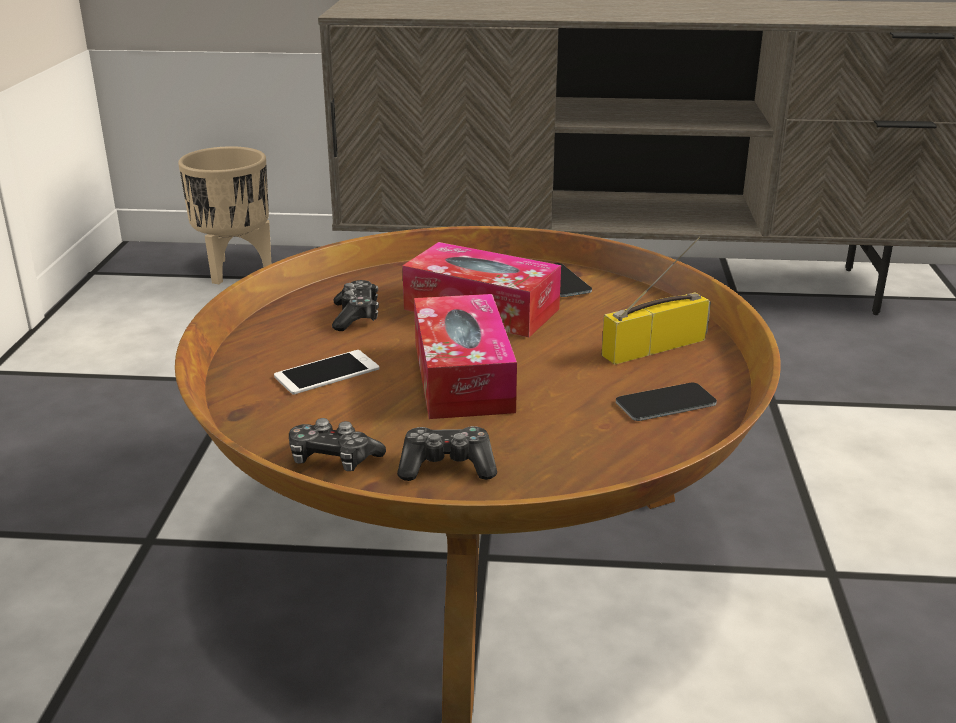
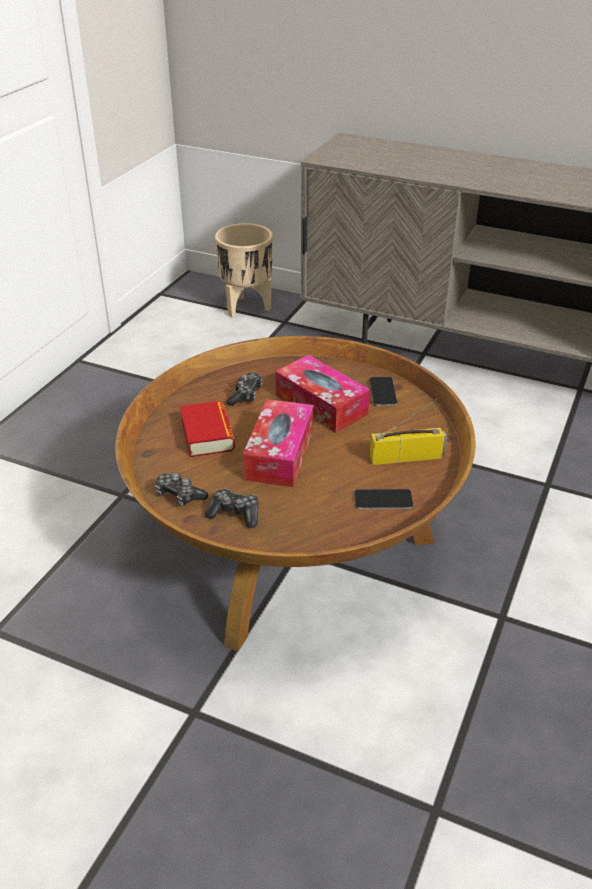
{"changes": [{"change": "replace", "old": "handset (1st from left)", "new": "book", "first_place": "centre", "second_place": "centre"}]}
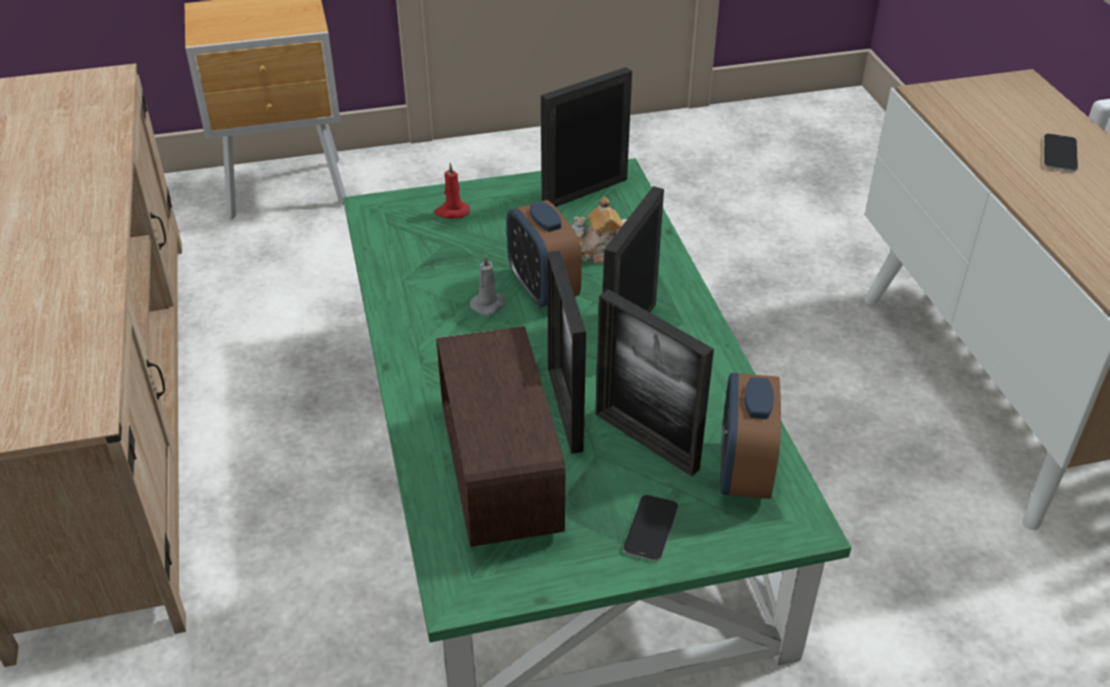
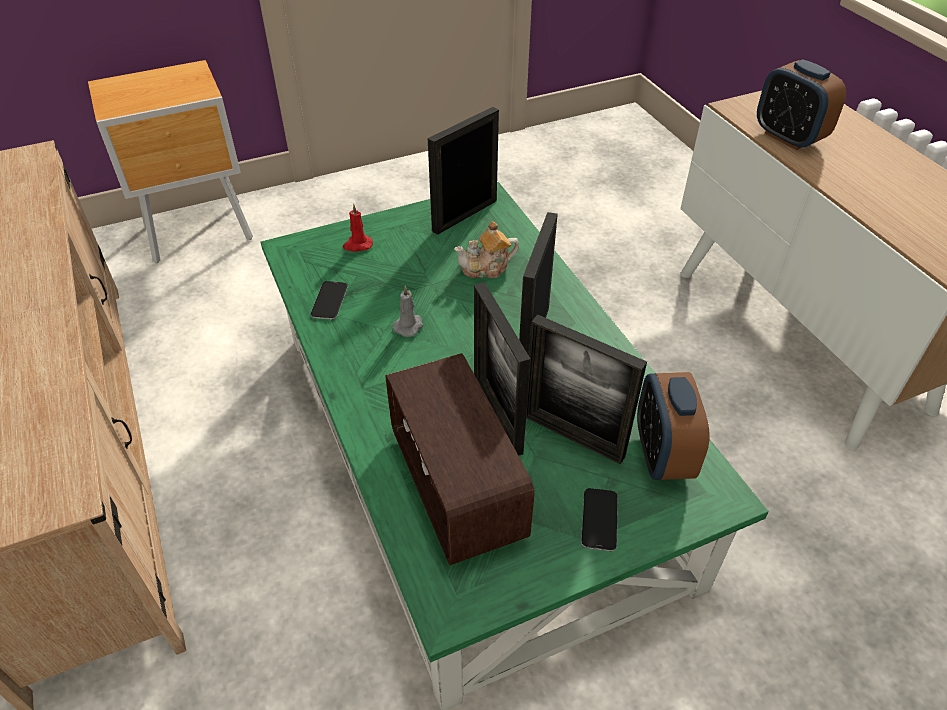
{"changes": [{"change": "move", "old": "alarm_clock (1st from left in the first image)", "new": "alarm_clock (2nd from left)", "first_place": "centre", "second_place": "top right"}, {"change": "move", "old": "handset (2nd from left in the first image)", "new": "handset (1st from left)", "first_place": "top right", "second_place": "centre"}]}
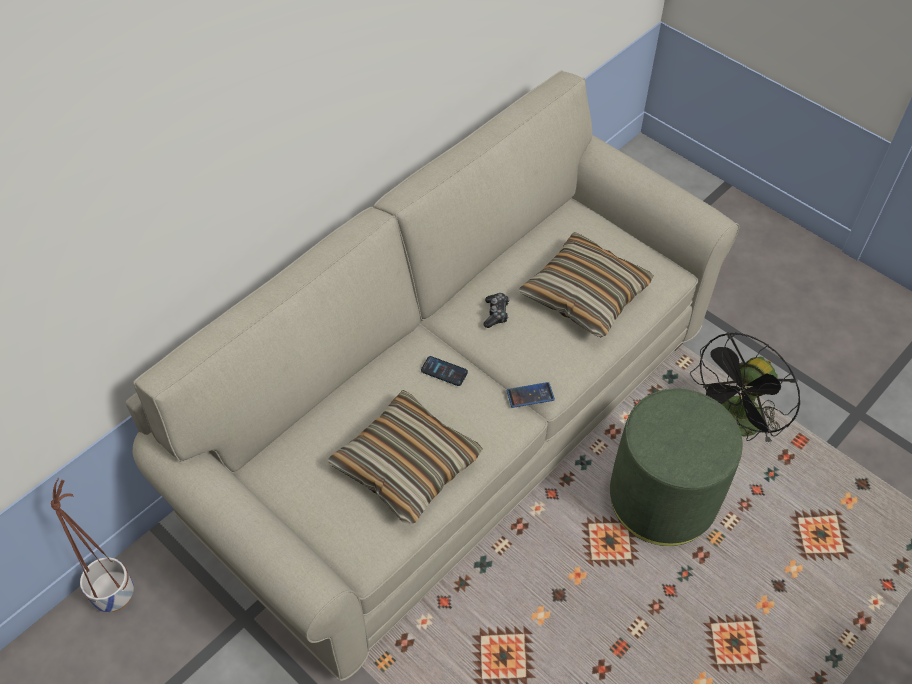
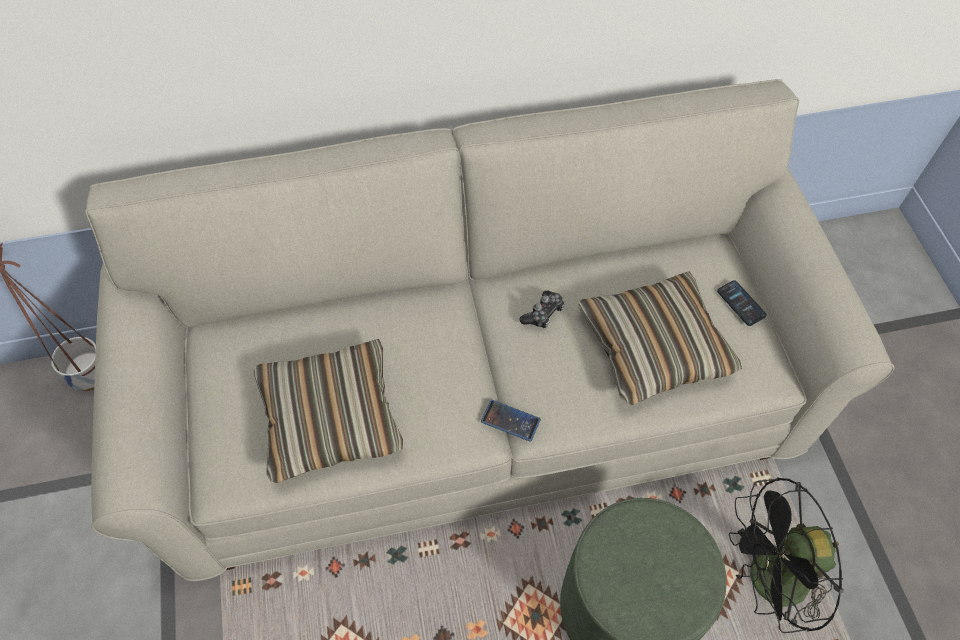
{"changes": [{"change": "move", "old": "handset (1st from left in the first image)", "new": "handset (2nd from left)", "first_place": "centre", "second_place": "middle right"}]}
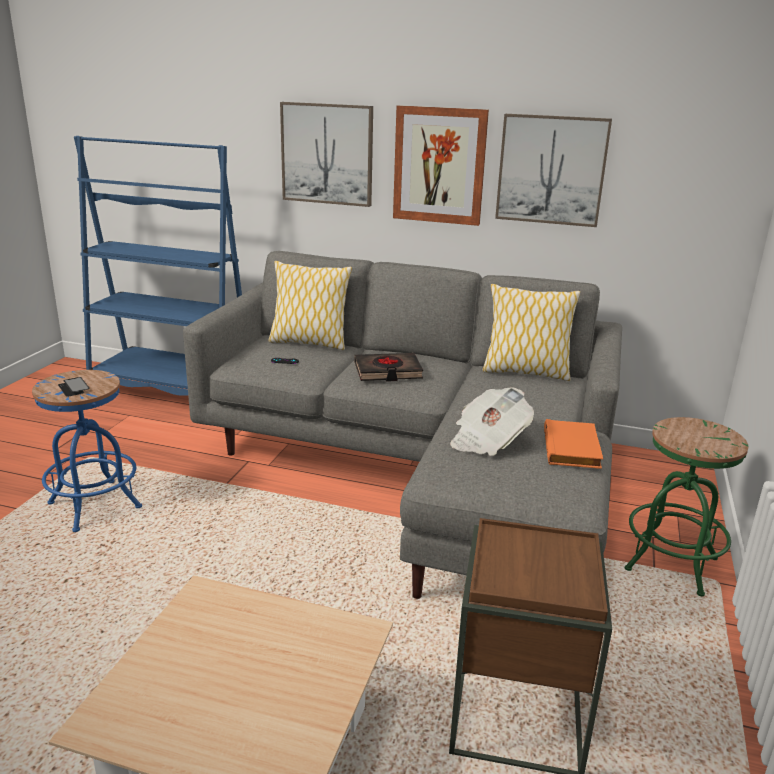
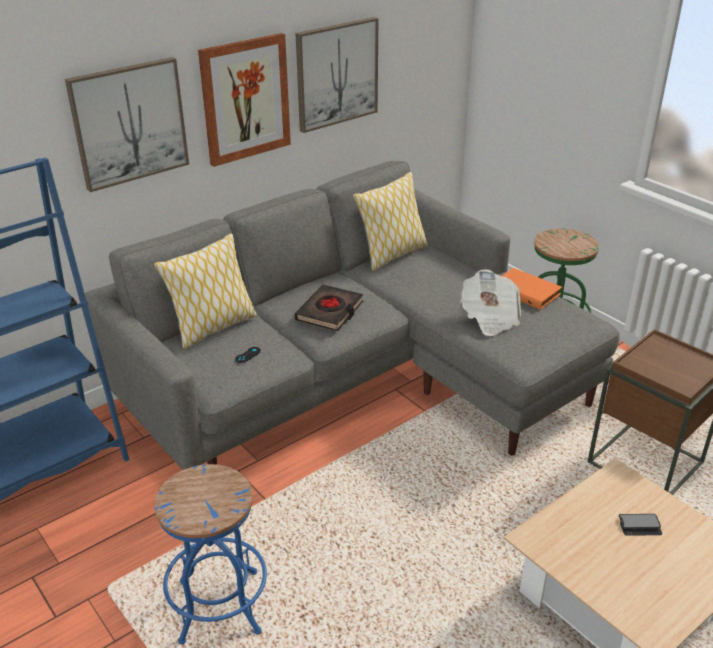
{"changes": [{"change": "move", "old": "handset", "first_place": "middle left", "second_place": "bottom right"}]}
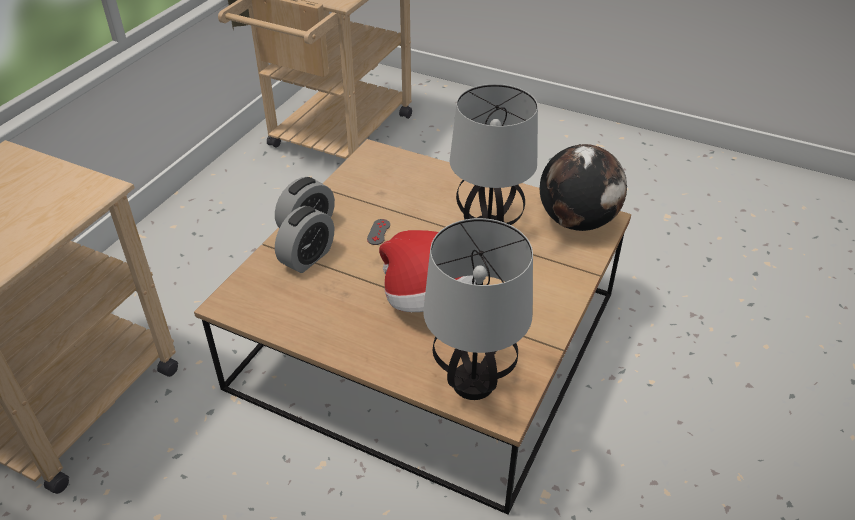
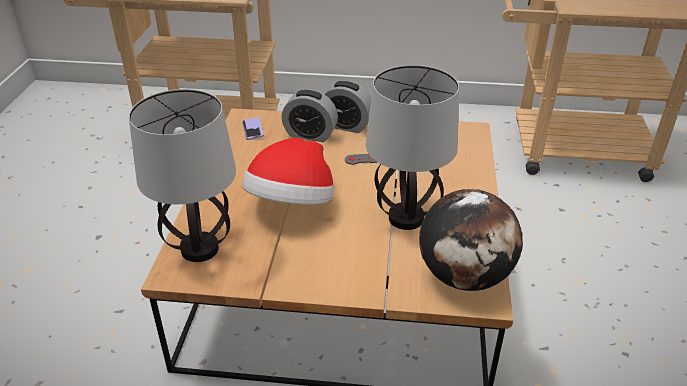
{"changes": [{"change": "insert", "new": "handset", "second_place": "top centre"}]}
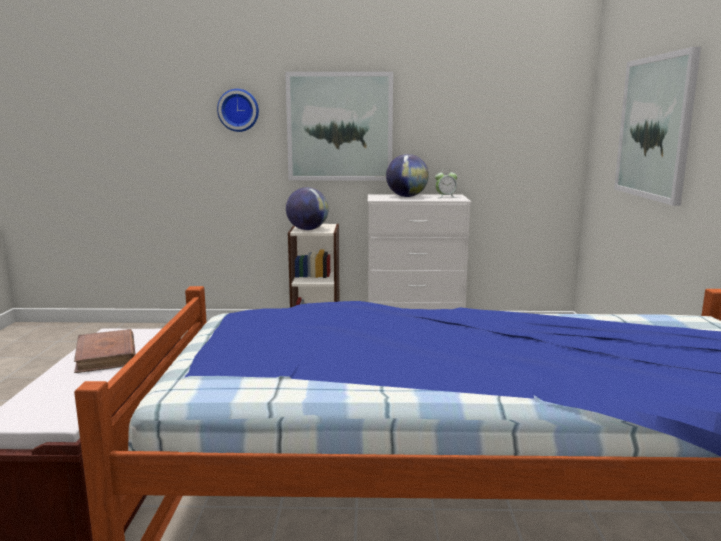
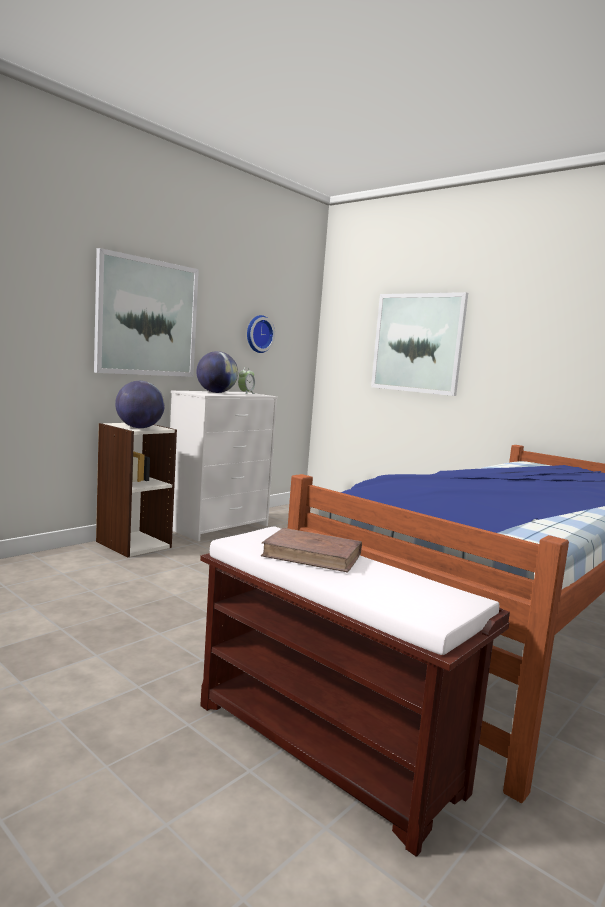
{"changes": [{"change": "move", "old": "hanging_clock", "first_place": "top left", "second_place": "centre"}]}
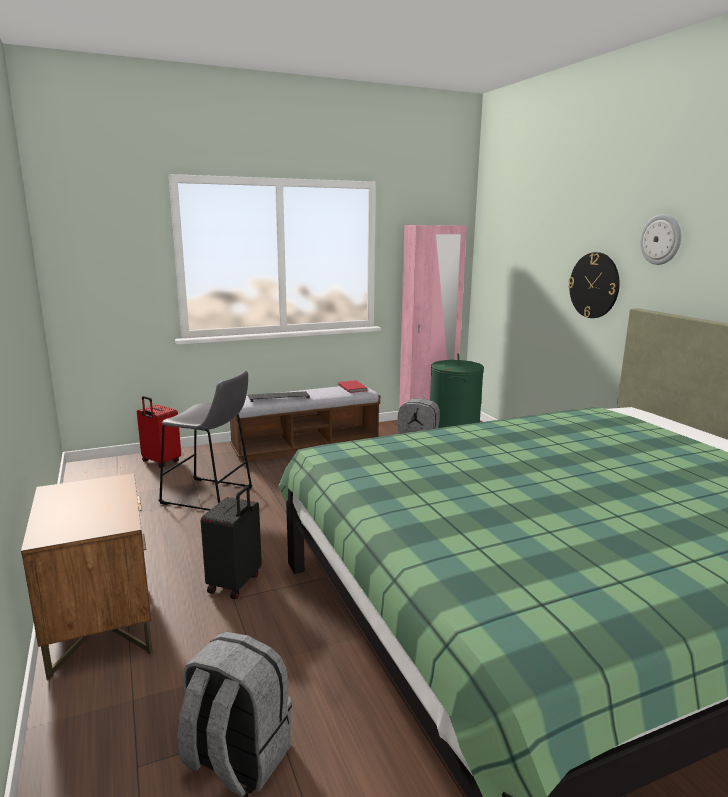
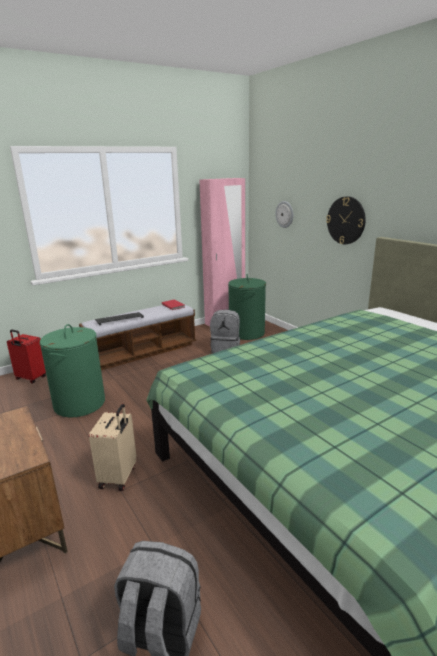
{"changes": [{"change": "replace", "old": "gray_stool_seat", "new": "green_hamper (1st from left)", "first_place": "middle left", "second_place": "middle left"}, {"change": "recolor", "old": "blackish_piece_of_luggage", "new": "sand-coloured_piece_of_luggage", "first_place": "bottom left", "second_place": "bottom left"}, {"change": "move", "old": "hanging_clock (2nd from left in the first image)", "new": "hanging_clock (1st from left)", "first_place": "top right", "second_place": "top centre"}]}
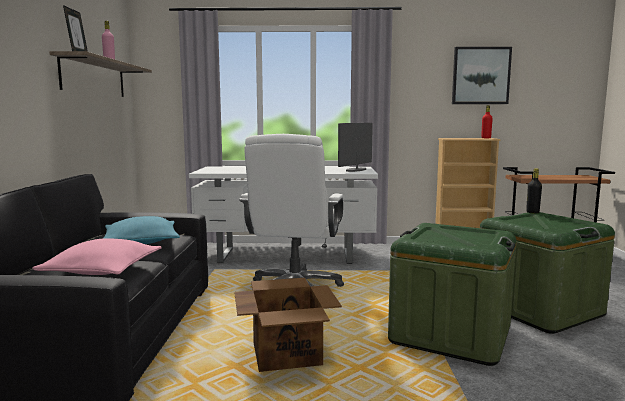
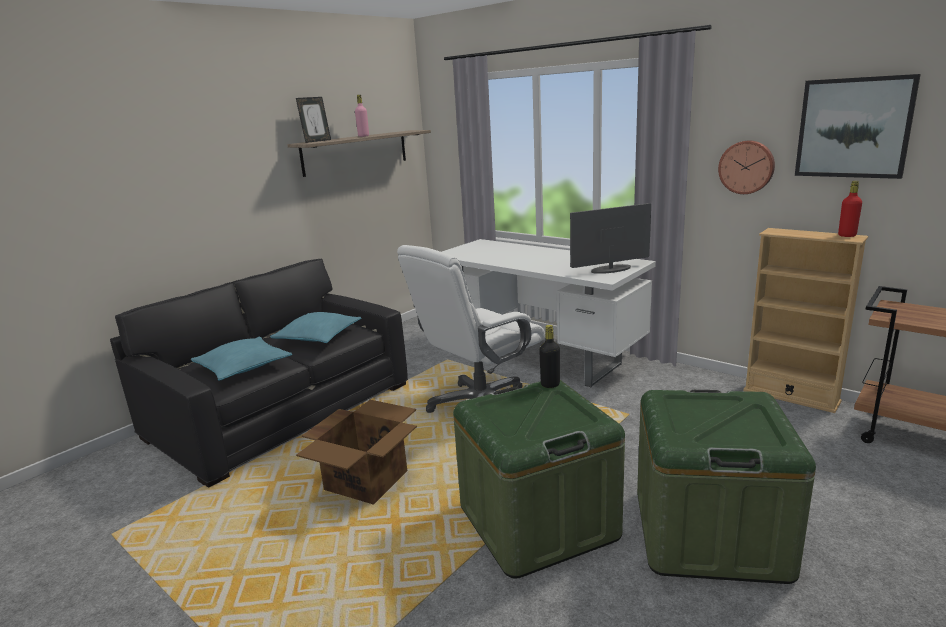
{"changes": [{"change": "recolor", "old": "pink_cushion", "new": "blue-green_cushion (1st from left)", "first_place": "middle left", "second_place": "middle left"}, {"change": "move", "old": "blackish_beverage_bottle", "first_place": "middle right", "second_place": "centre"}, {"change": "insert", "new": "hanging_clock", "second_place": "top right"}]}
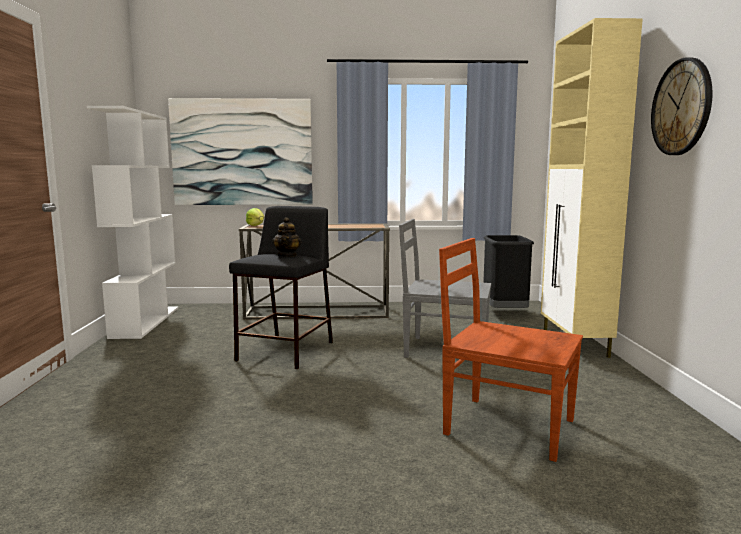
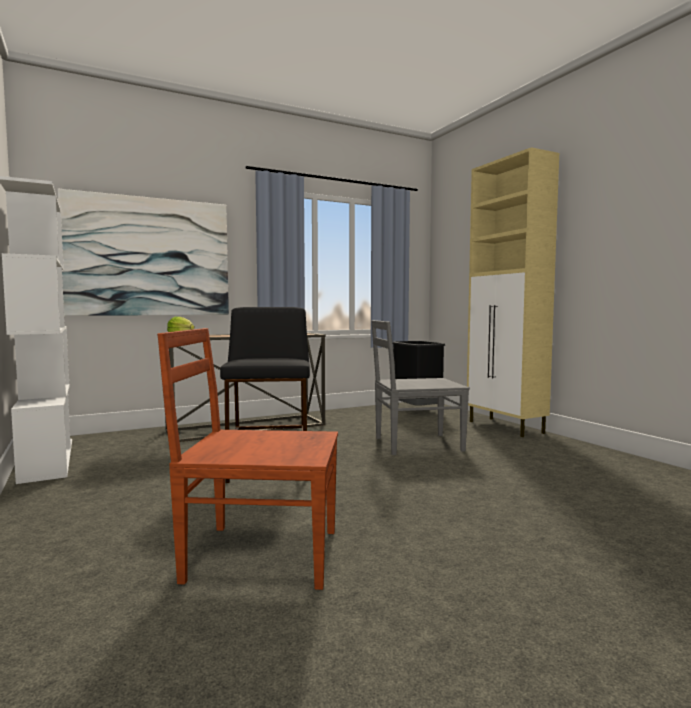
{"changes": [{"change": "delete", "old": "teapot", "first_place": "centre"}, {"change": "move", "old": "brown-coloured_upright_chair", "first_place": "middle right", "second_place": "centre"}, {"change": "delete", "old": "hanging_clock", "first_place": "top right"}]}
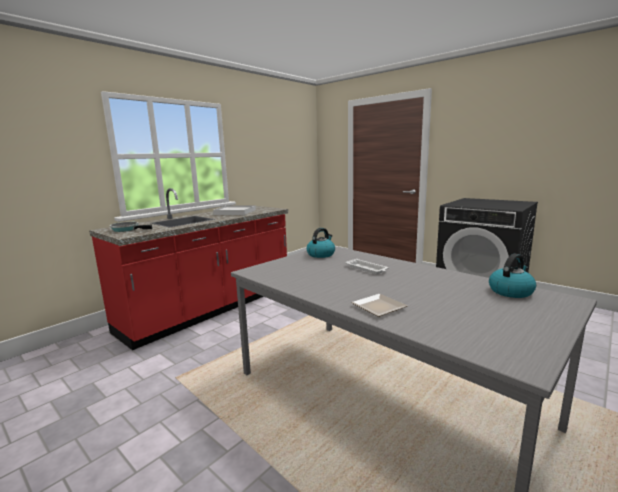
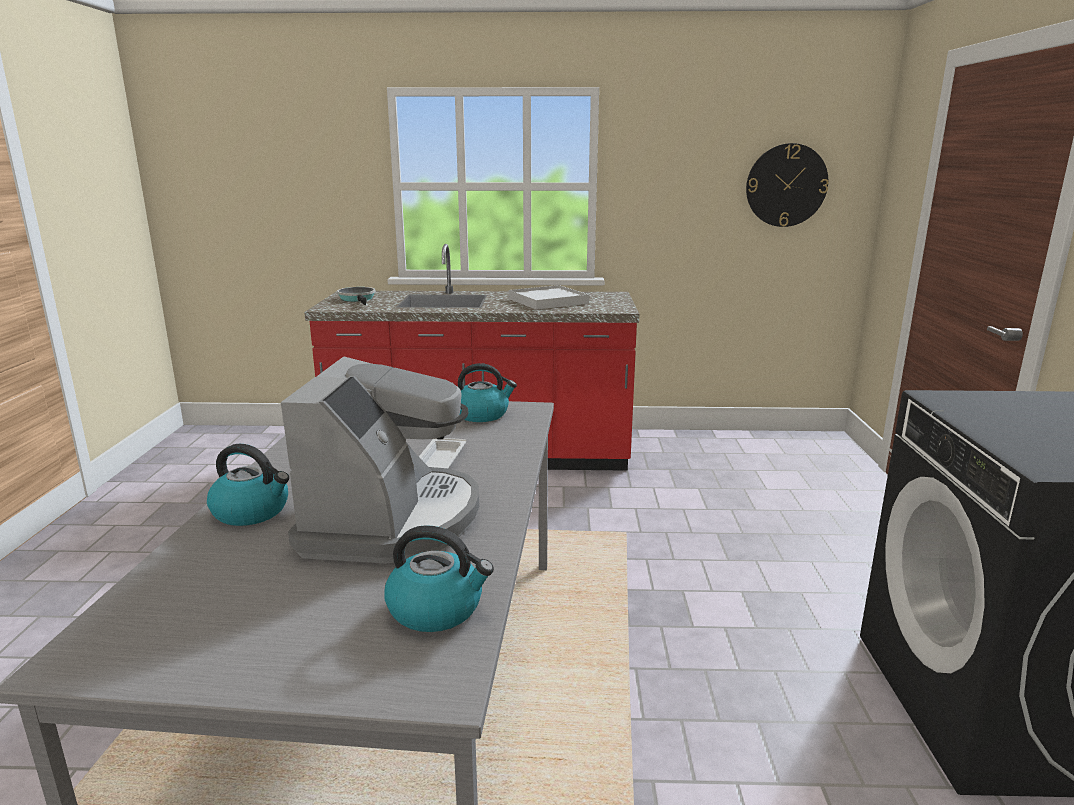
{"changes": [{"change": "replace", "old": "flat_dish", "new": "tea_kettle (1st from left)", "first_place": "centre", "second_place": "middle left"}, {"change": "insert", "new": "coffee_brewer", "second_place": "centre"}, {"change": "insert", "new": "hanging_clock", "second_place": "top right"}]}
